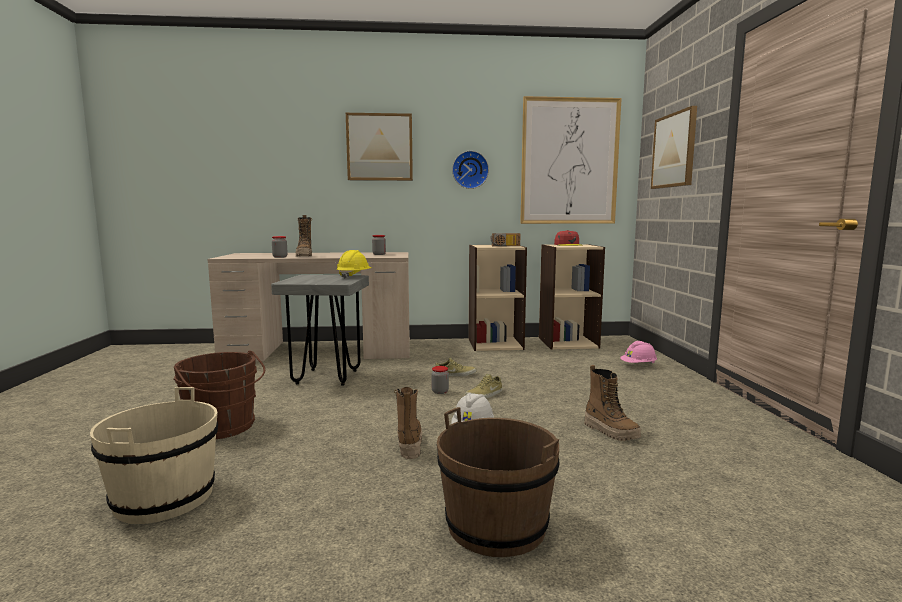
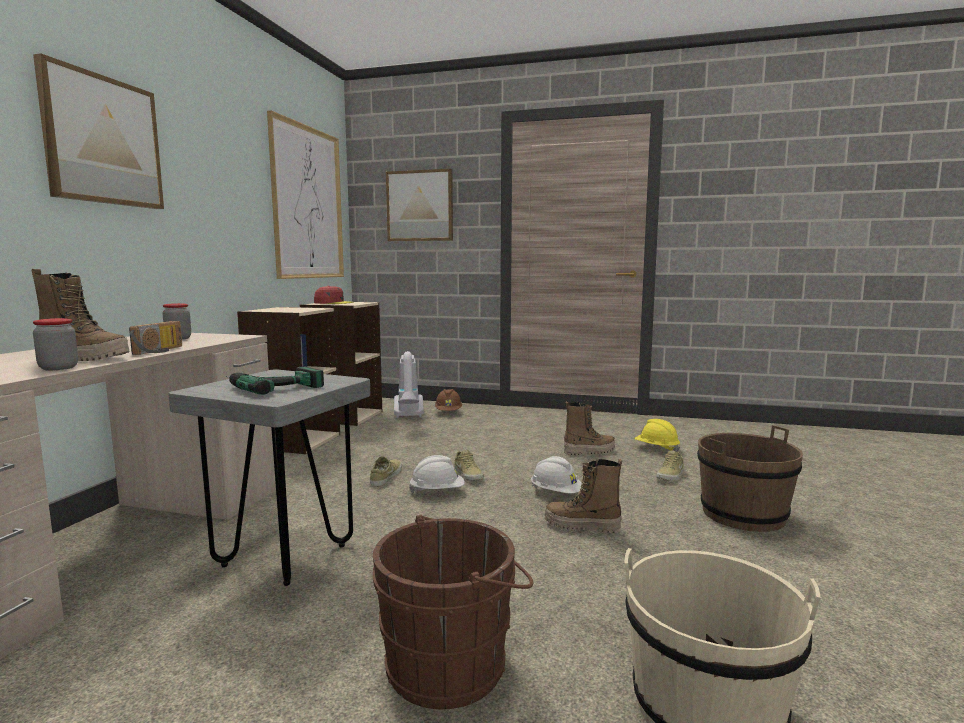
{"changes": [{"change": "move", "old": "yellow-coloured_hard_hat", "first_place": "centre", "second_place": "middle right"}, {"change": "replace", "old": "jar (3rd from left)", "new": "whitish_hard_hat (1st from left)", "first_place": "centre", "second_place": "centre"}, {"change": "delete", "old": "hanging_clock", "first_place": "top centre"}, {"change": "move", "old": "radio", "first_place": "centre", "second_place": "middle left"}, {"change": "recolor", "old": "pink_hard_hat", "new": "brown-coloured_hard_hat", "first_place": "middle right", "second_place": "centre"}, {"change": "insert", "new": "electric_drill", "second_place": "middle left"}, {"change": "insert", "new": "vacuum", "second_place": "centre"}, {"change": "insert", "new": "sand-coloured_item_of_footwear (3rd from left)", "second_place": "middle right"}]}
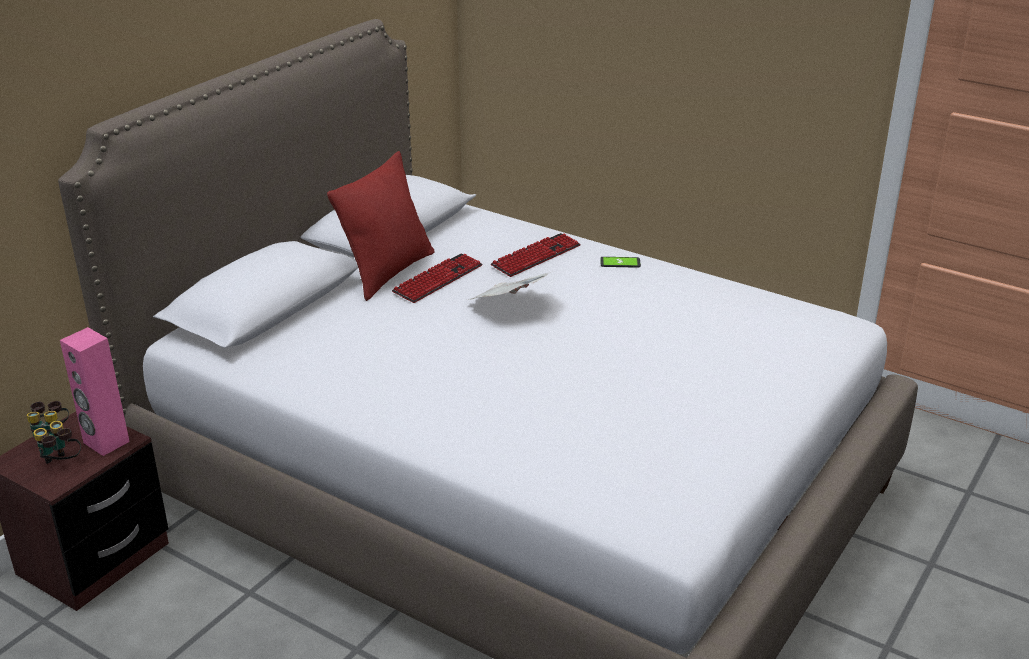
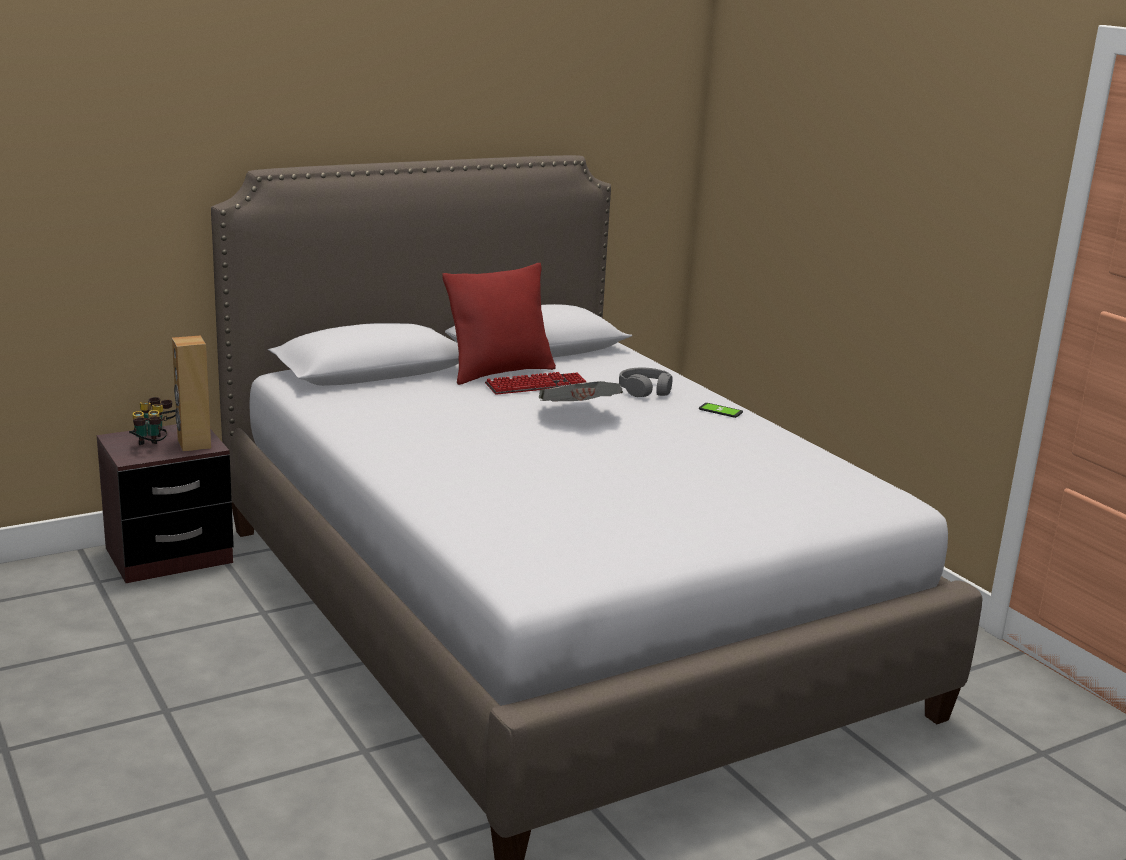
{"changes": [{"change": "recolor", "old": "pink_speaker", "new": "brown-coloured_speaker", "first_place": "middle left", "second_place": "middle left"}, {"change": "replace", "old": "PC_keyboard (2nd from left)", "new": "gray_pair_of_headphones", "first_place": "centre", "second_place": "centre"}]}
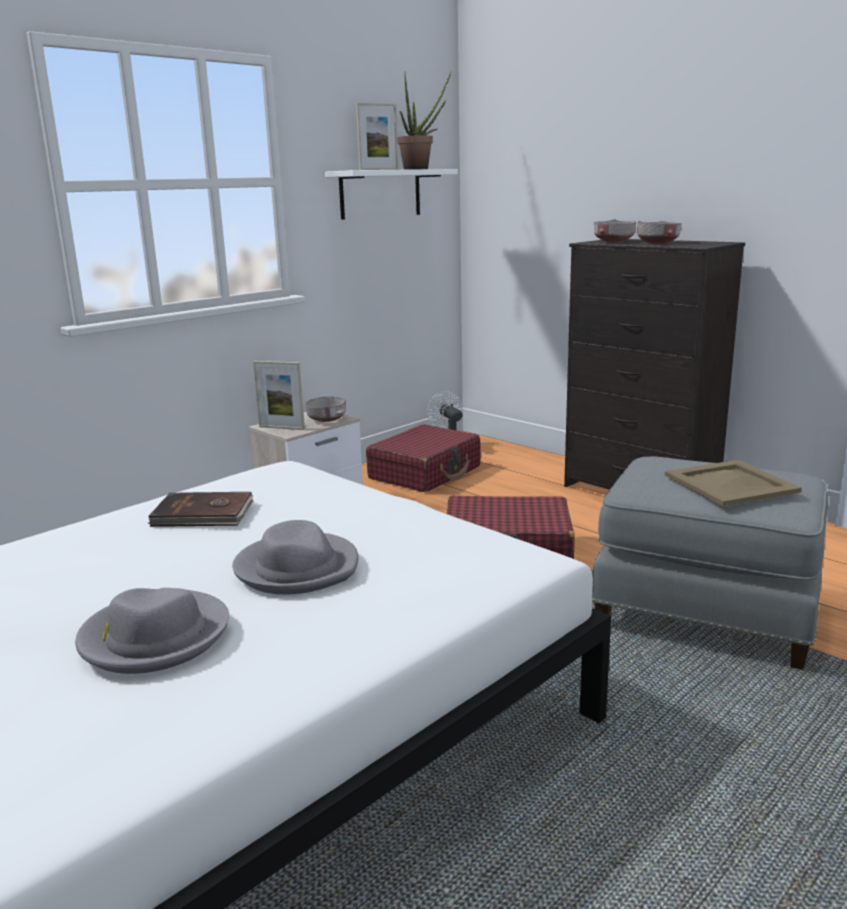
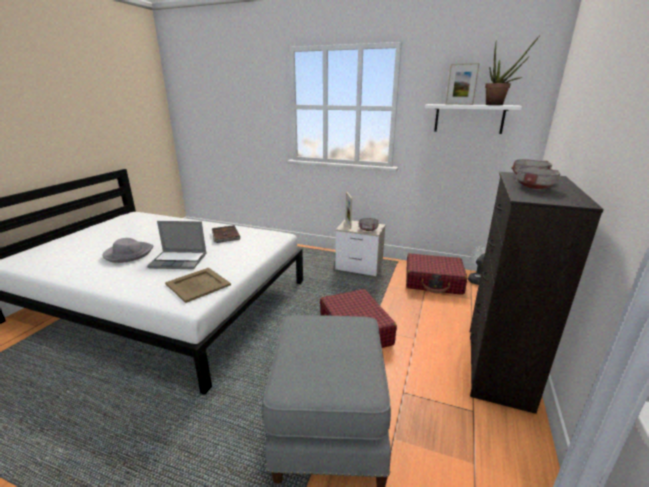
{"changes": [{"change": "replace", "old": "gray_hat (2nd from left)", "new": "laptop", "first_place": "centre", "second_place": "middle left"}, {"change": "move", "old": "sand-coloured_carrying_tray", "first_place": "middle right", "second_place": "middle left"}]}
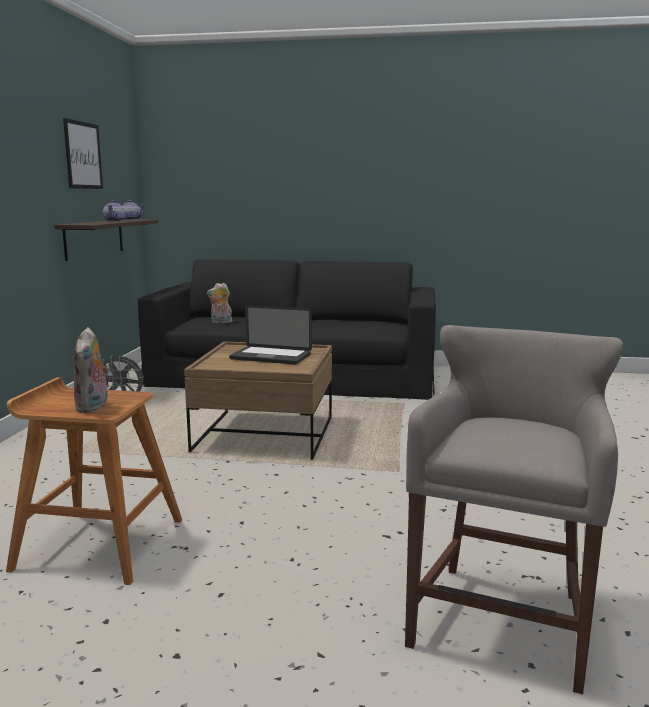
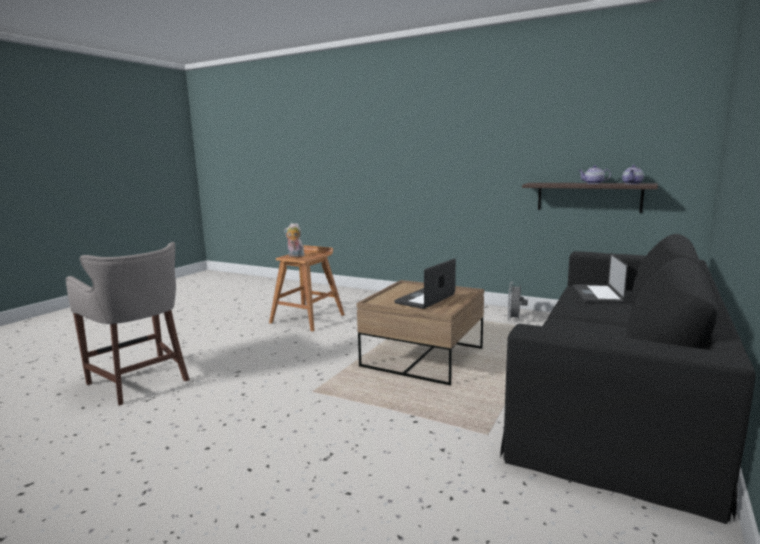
{"changes": [{"change": "delete", "old": "picture", "first_place": "top left"}, {"change": "replace", "old": "cuddly_toy (2nd from left)", "new": "laptop (2nd from left)", "first_place": "centre", "second_place": "middle right"}]}
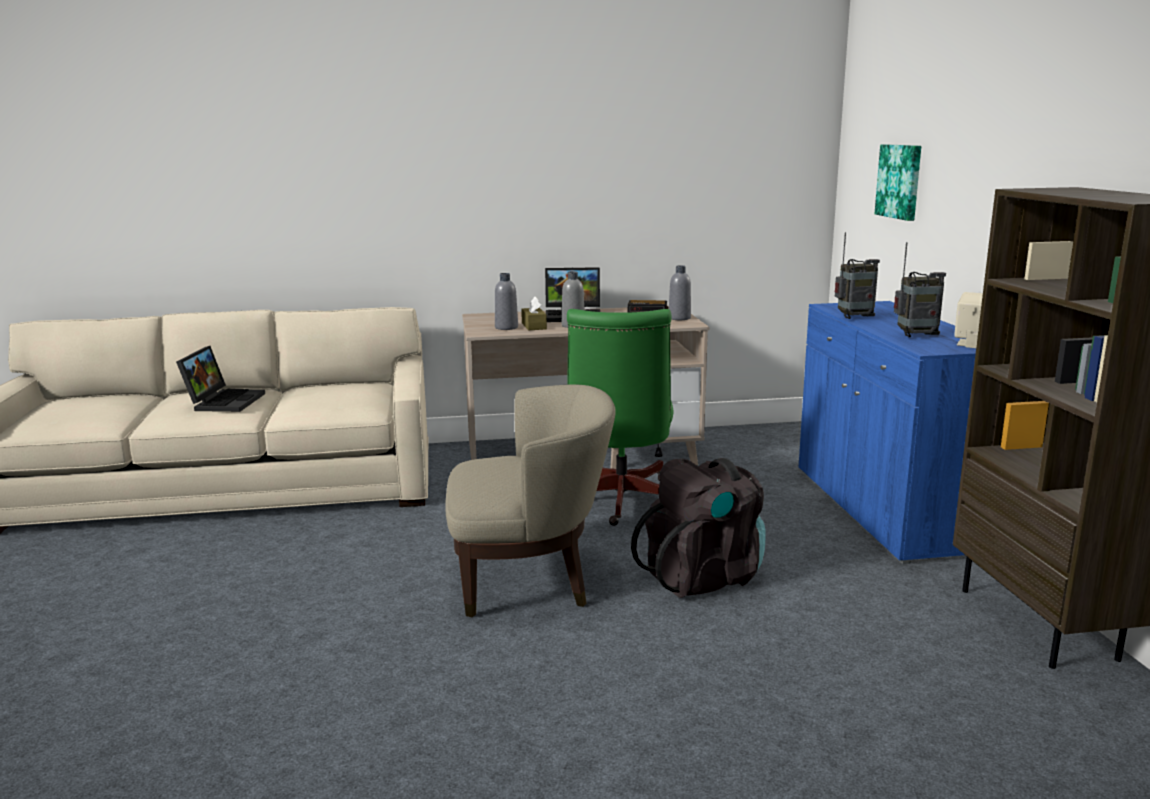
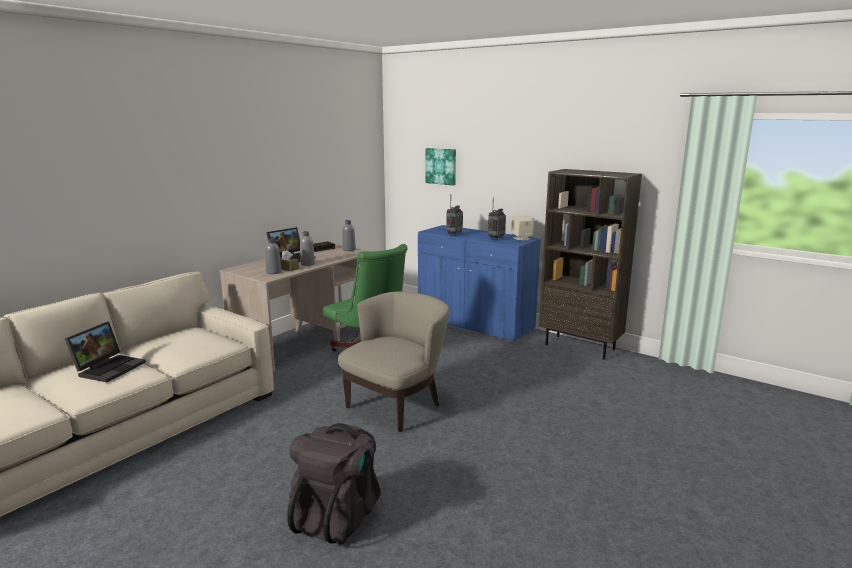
{"changes": [{"change": "rotate", "old": "laptop (1st from left)", "first_place": "middle left", "second_place": "middle left", "degrees": 60}, {"change": "move", "old": "blackish_backpack", "first_place": "centre", "second_place": "bottom centre"}]}
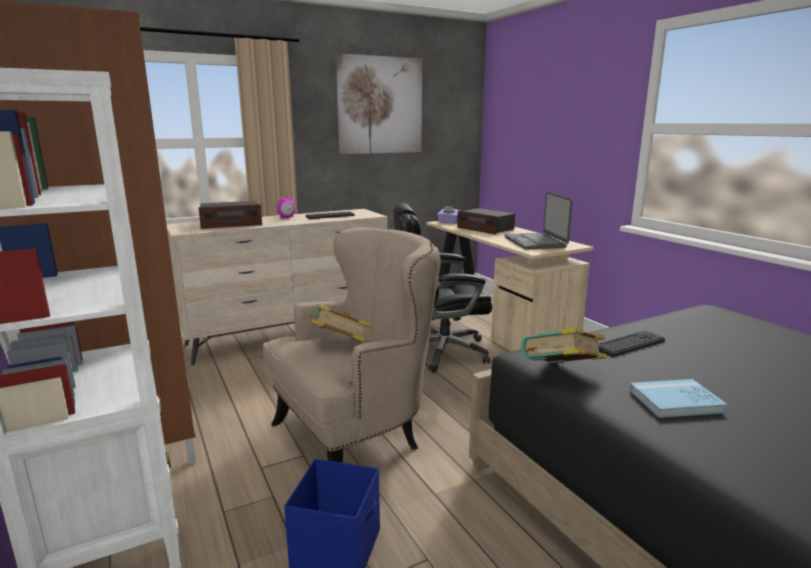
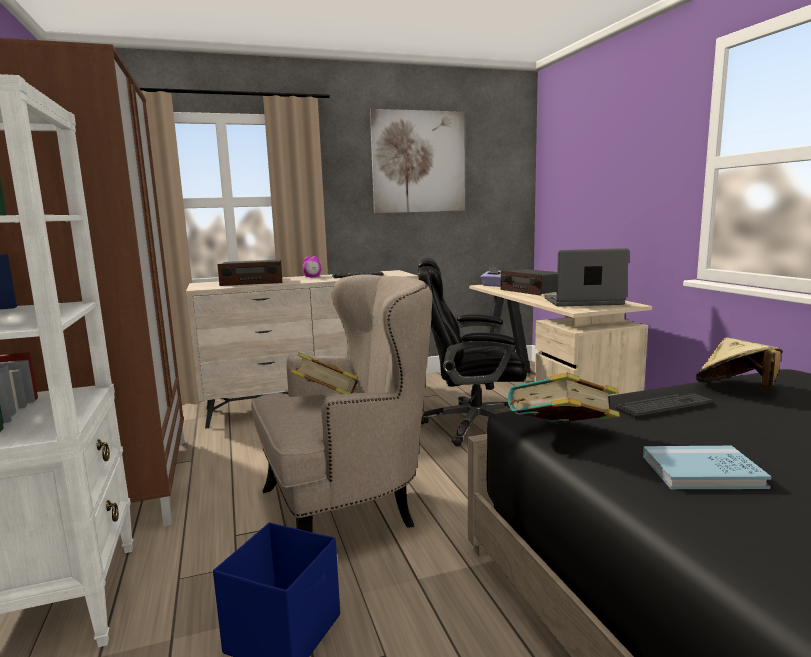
{"changes": [{"change": "rotate", "old": "laptop", "first_place": "centre", "second_place": "middle right", "degrees": 90}, {"change": "insert", "new": "sand-coloured_hat", "second_place": "middle right"}]}
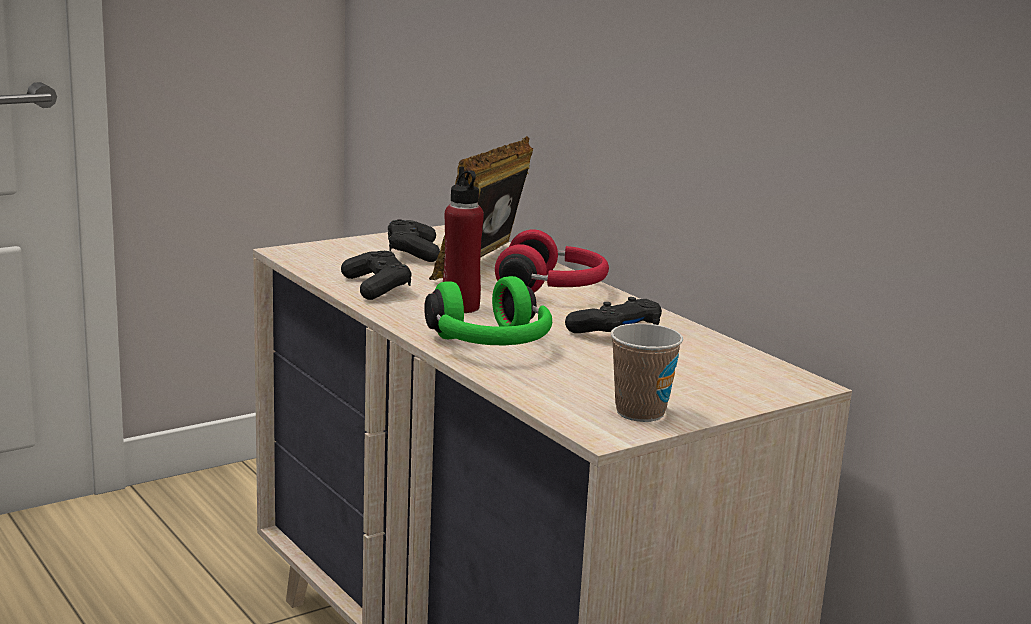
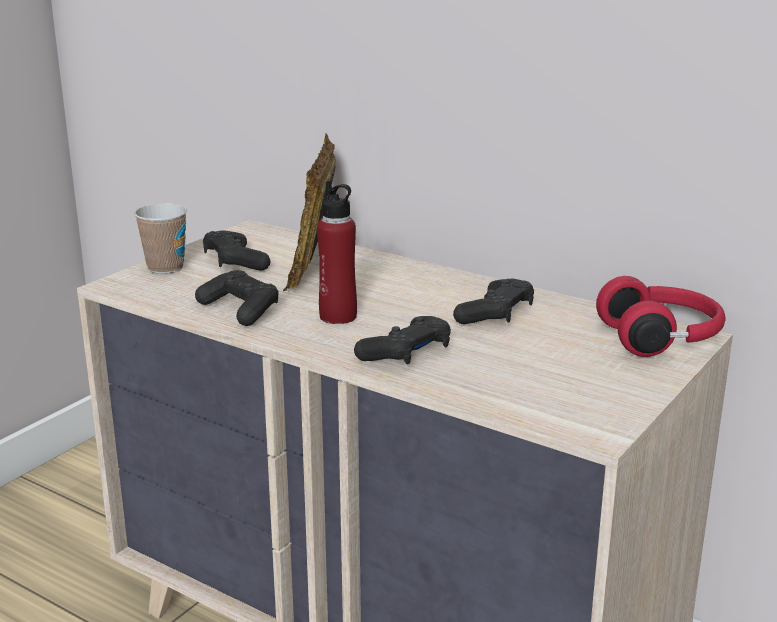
{"changes": [{"change": "replace", "old": "green_pair_of_headphones", "new": "blackish_gamepad (3rd from left)", "first_place": "centre", "second_place": "centre"}, {"change": "move", "old": "red_pair_of_headphones", "first_place": "centre", "second_place": "middle right"}, {"change": "move", "old": "cup", "first_place": "centre", "second_place": "middle left"}]}
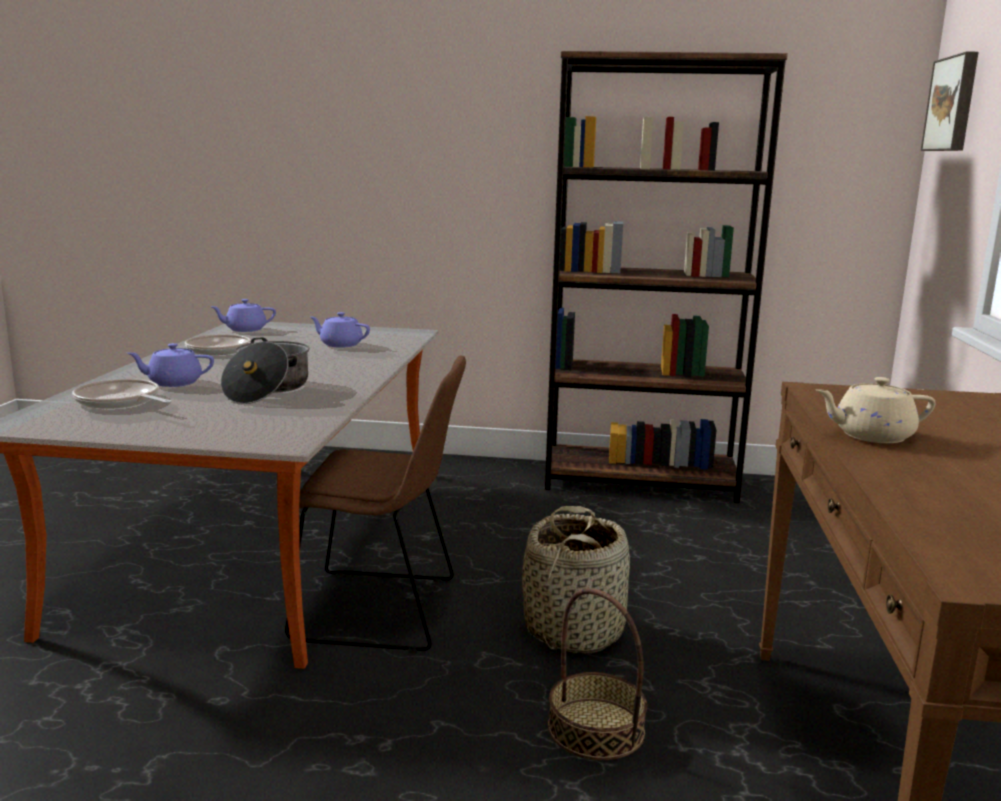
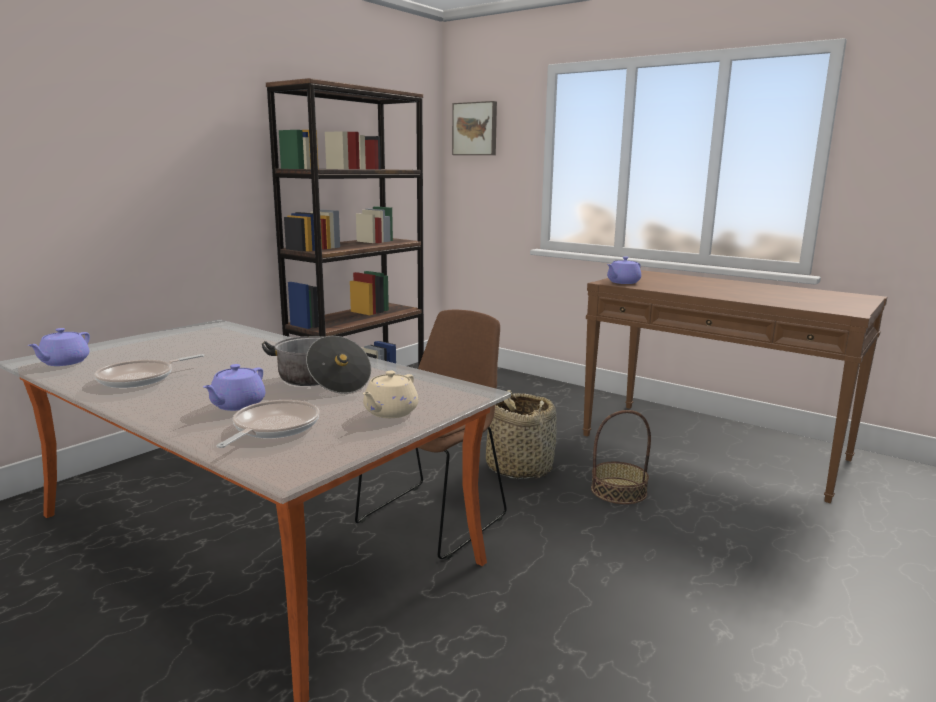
{"changes": [{"change": "rotate", "old": "pan (1st from left in the first image)", "first_place": "middle left", "second_place": "middle left", "degrees": 135}, {"change": "move", "old": "purple_teapot (3rd from left)", "first_place": "centre", "second_place": "middle right"}, {"change": "move", "old": "sand-coloured_teapot", "first_place": "middle right", "second_place": "centre"}]}
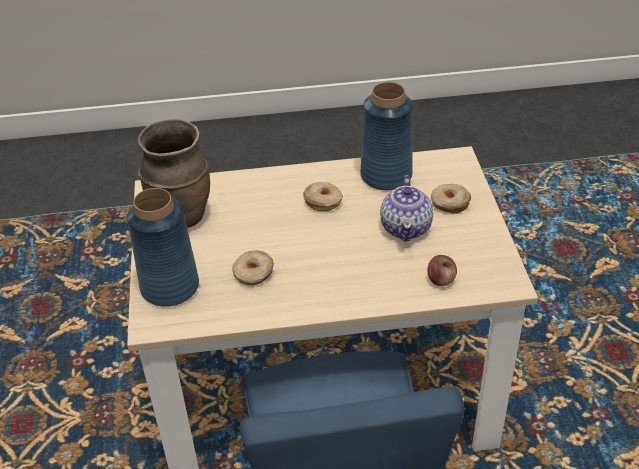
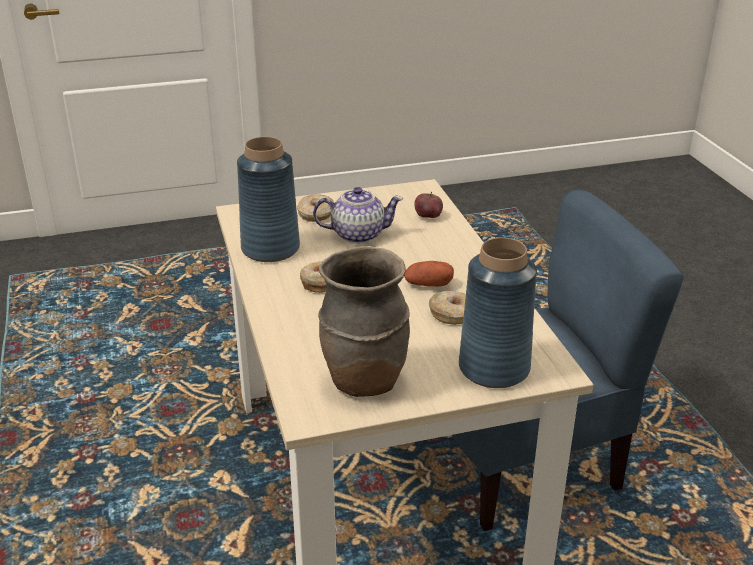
{"changes": [{"change": "insert", "new": "potato", "second_place": "centre"}]}
